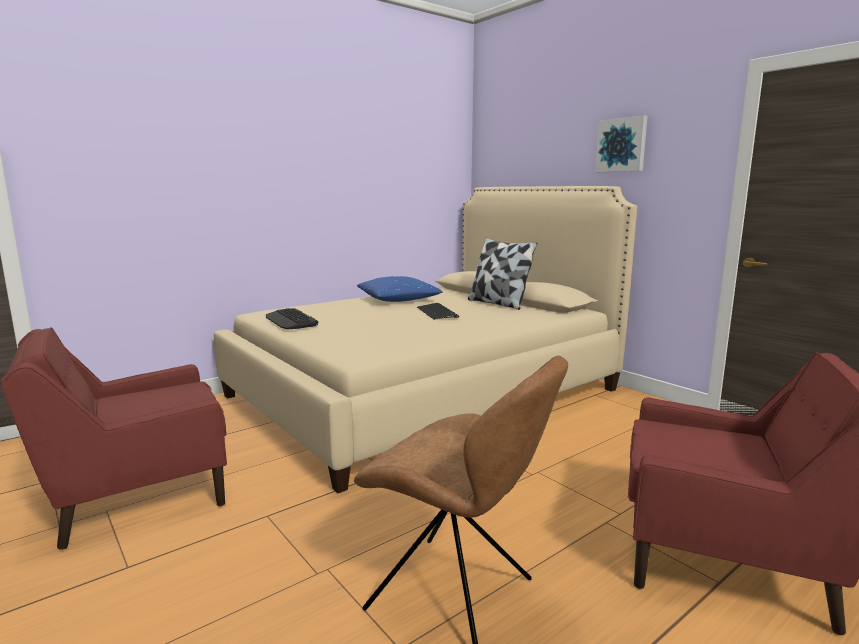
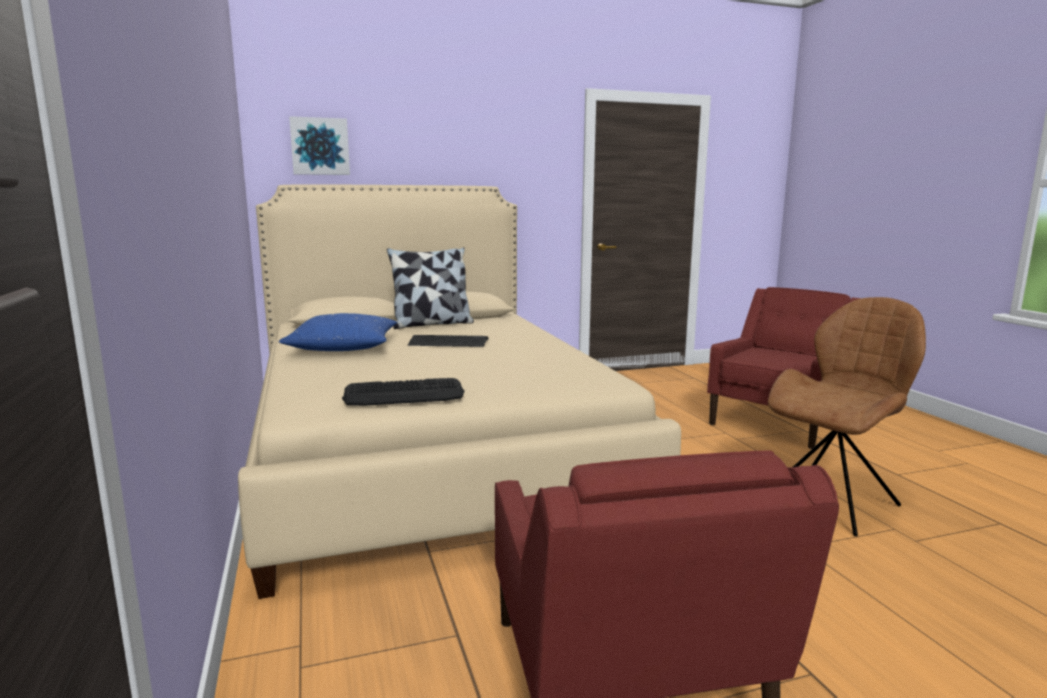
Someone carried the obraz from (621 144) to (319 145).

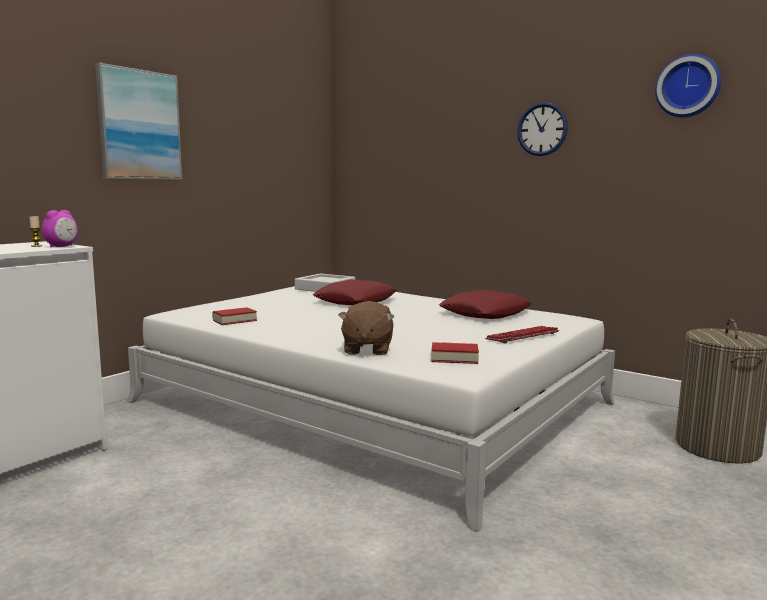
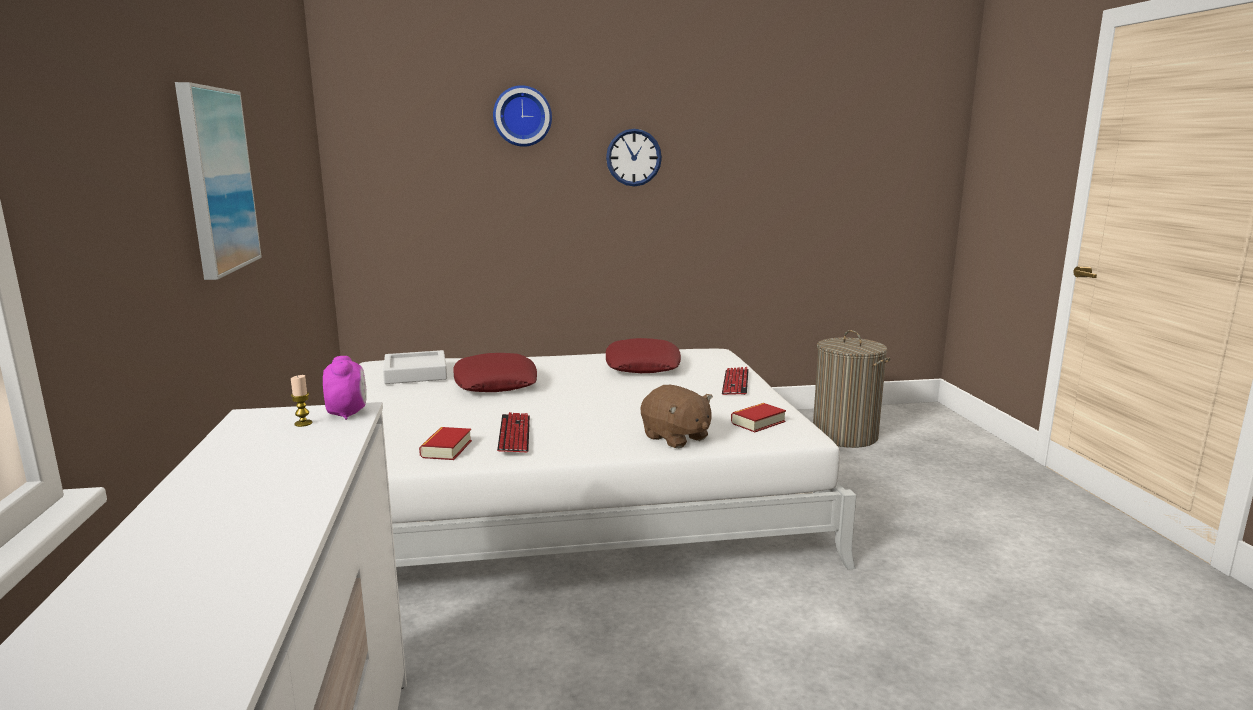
Someone put down the klawiatura at (513 432).
Someone carried the zegar ścienny from (688 85) to (522 116).

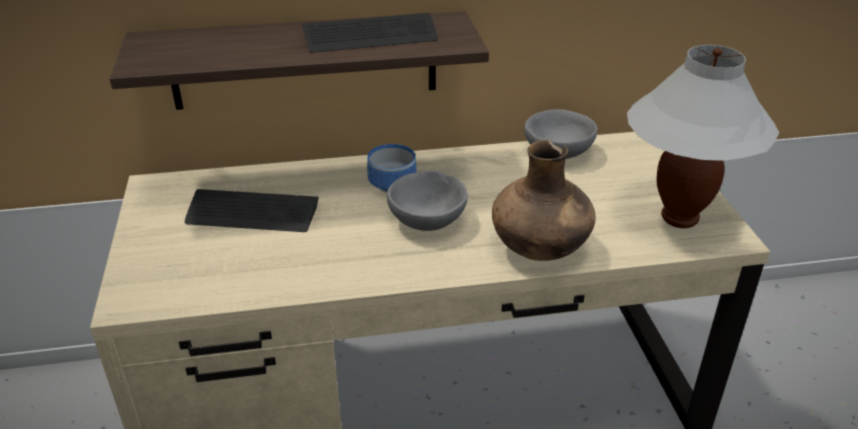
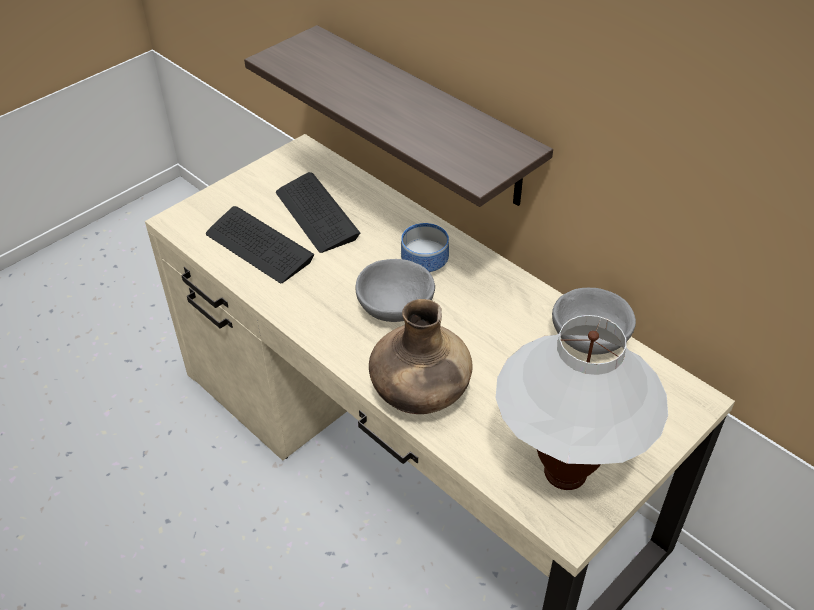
Someone carried the klawiatura from (369 33) to (260 244).

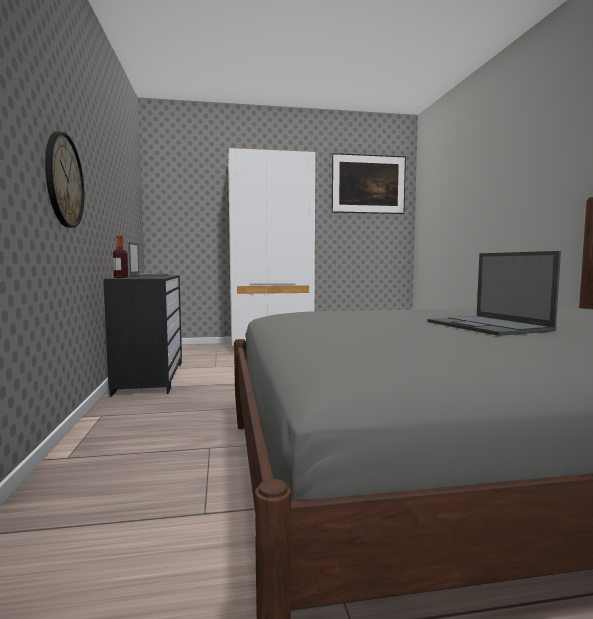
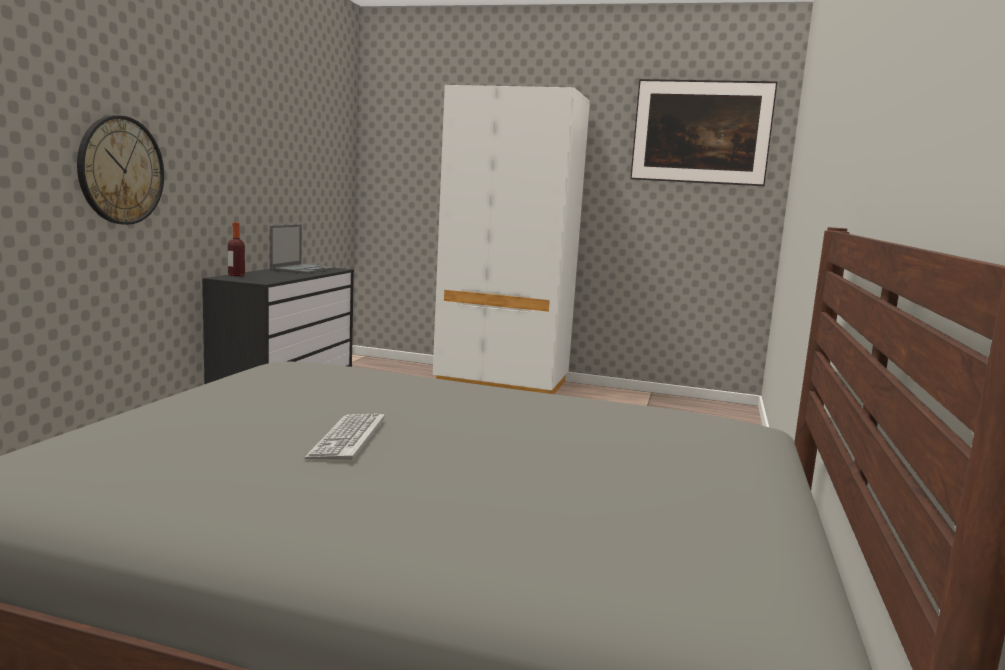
Someone swapped the laptop at (494 293) for the klawiatura at (344 437).

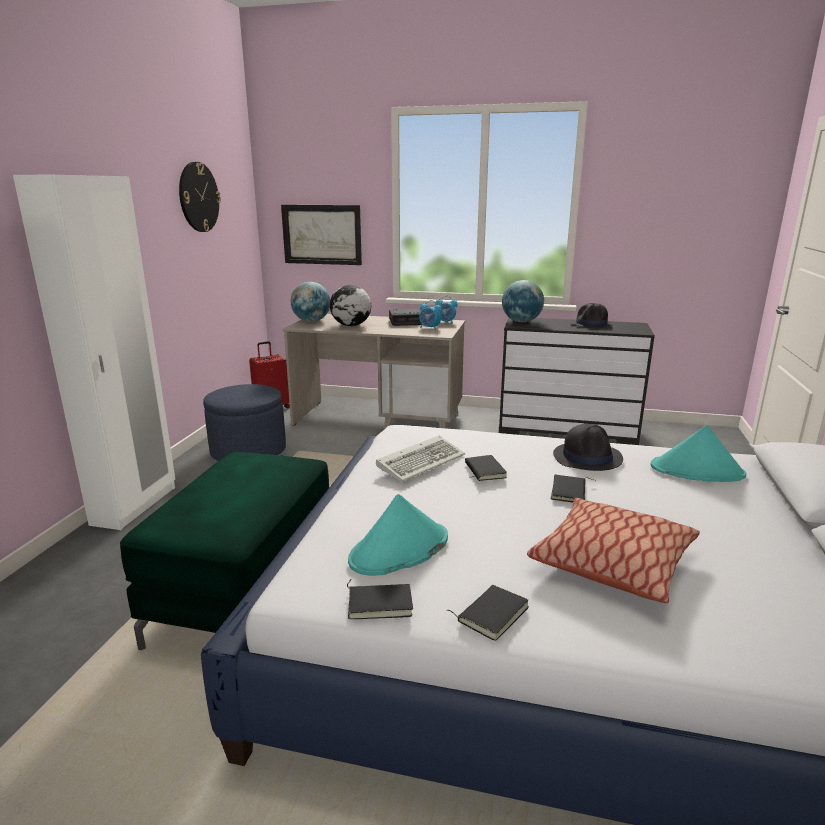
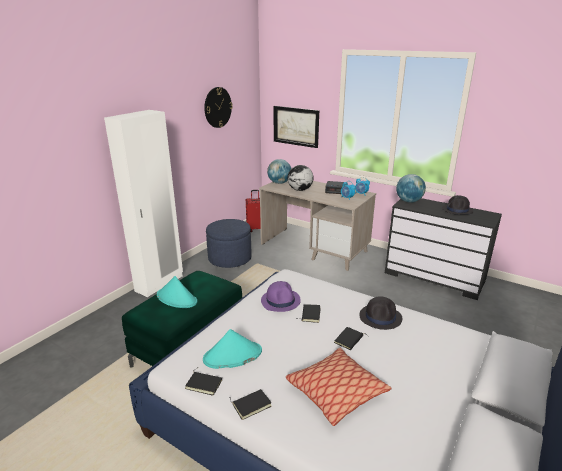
Someone carried the kapelusz (turkusowy) from (698 453) to (177 292).
Someone swapped the klawiatura at (420 459) for the kapelusz (fioletowy) at (281 296).

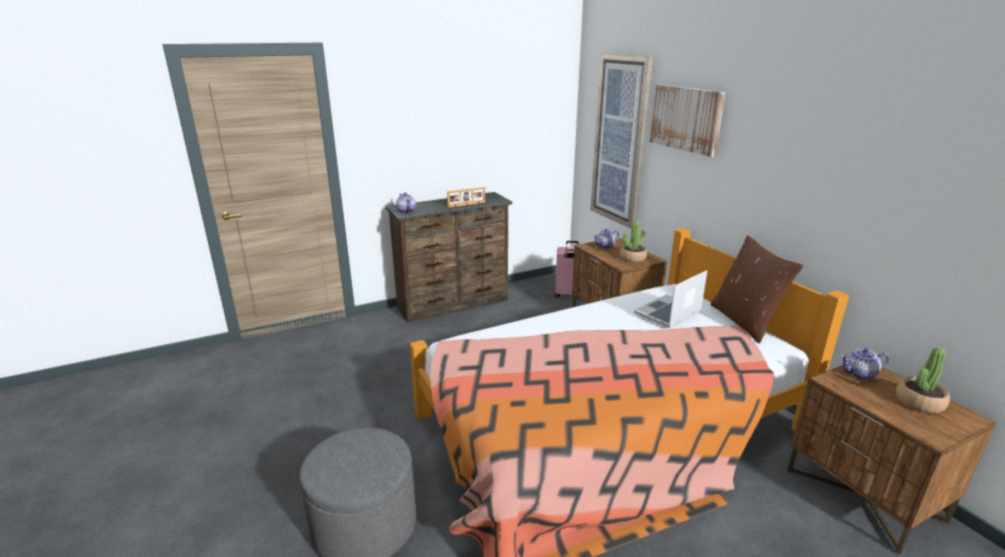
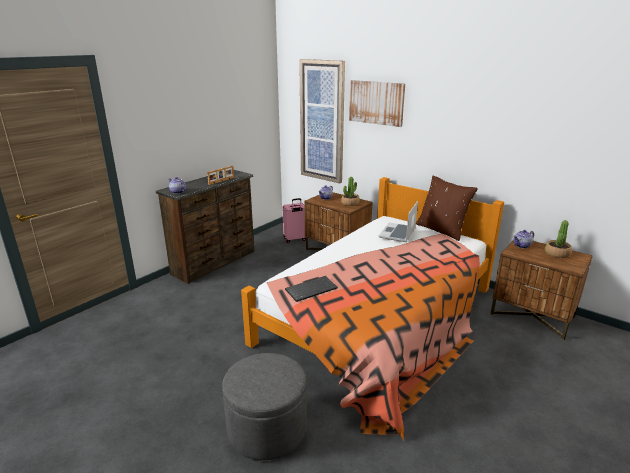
Someone put down the klawiatura at (311 289).

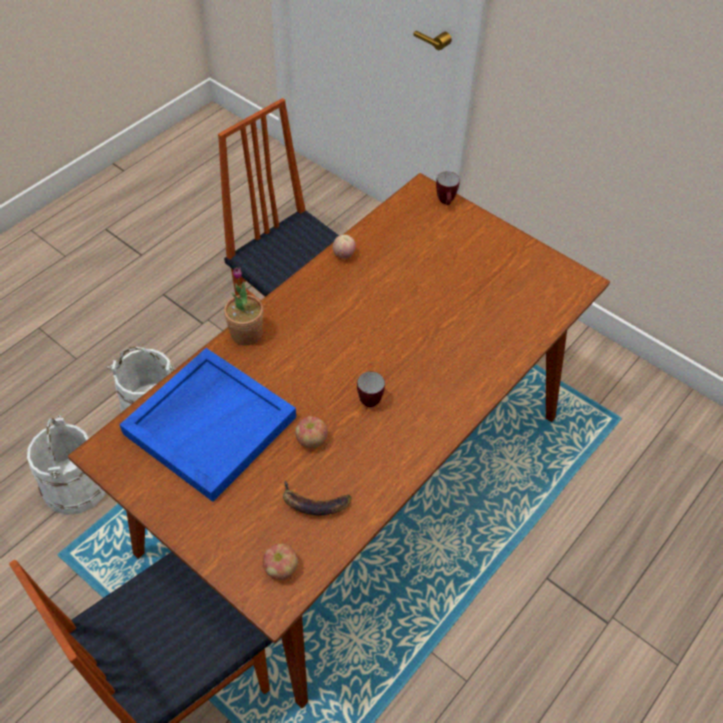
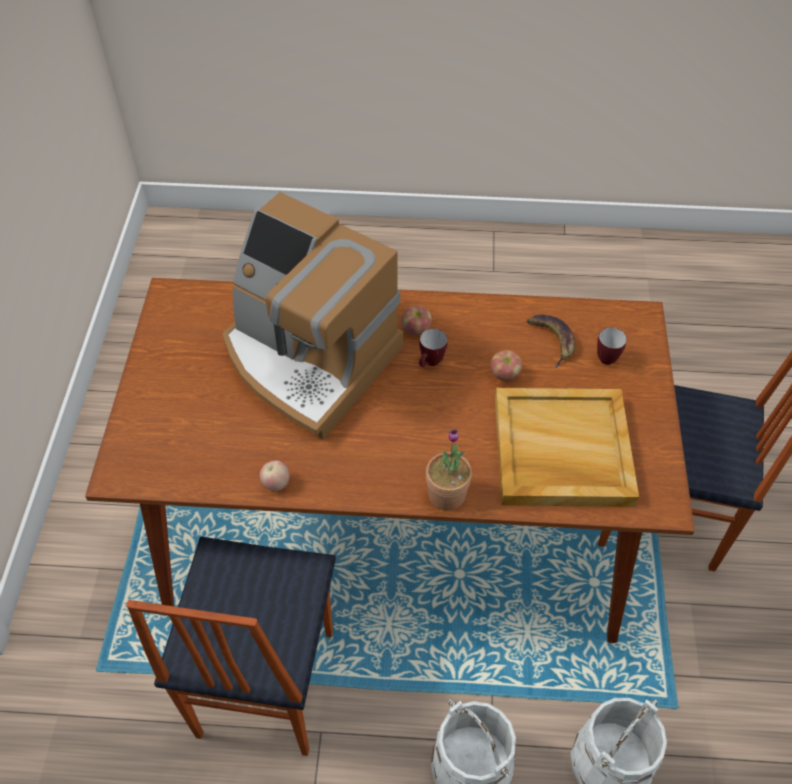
Someone put down the ekspres do kawy at (312 316).
Someone carried the jabłko from (280 562) to (416 320).
Someone carried the kubek from (448 188) to (612 346).
Someone repainted the taca (niebieski) at (208 425), which became the taca (beżowy) at (567 447).

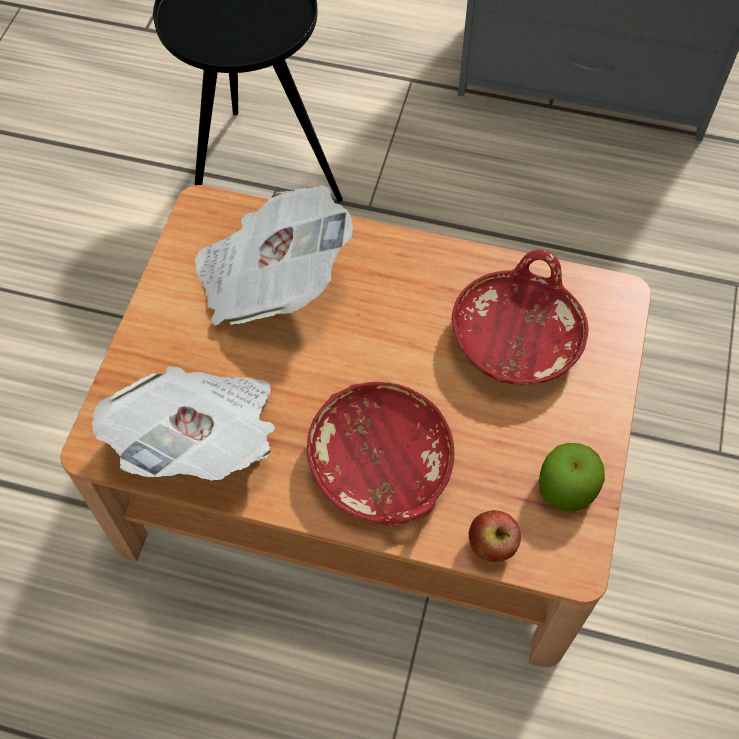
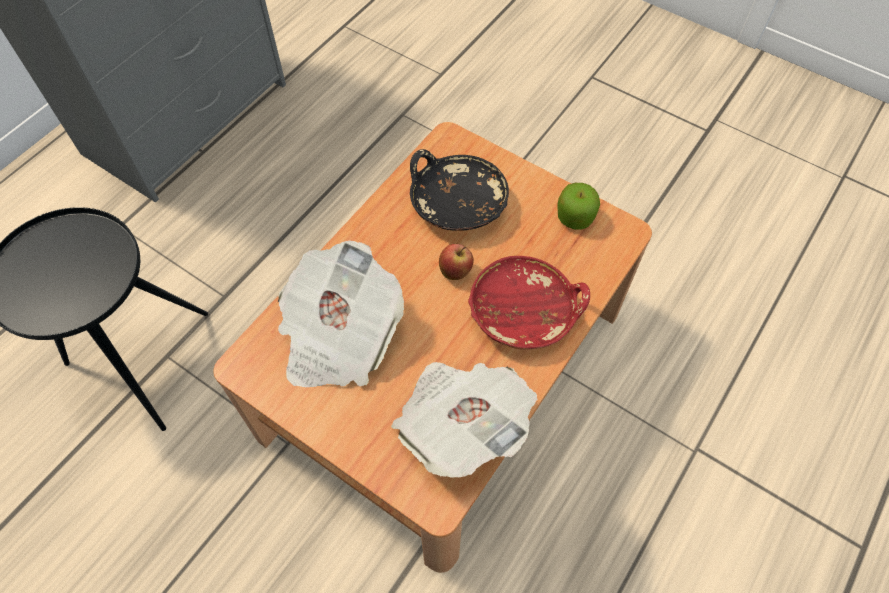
Someone carried the jabłko from (495 536) to (456 262).
Someone repainted the miska (czerwony) at (520 318), which became the miska (czarny) at (459 190).

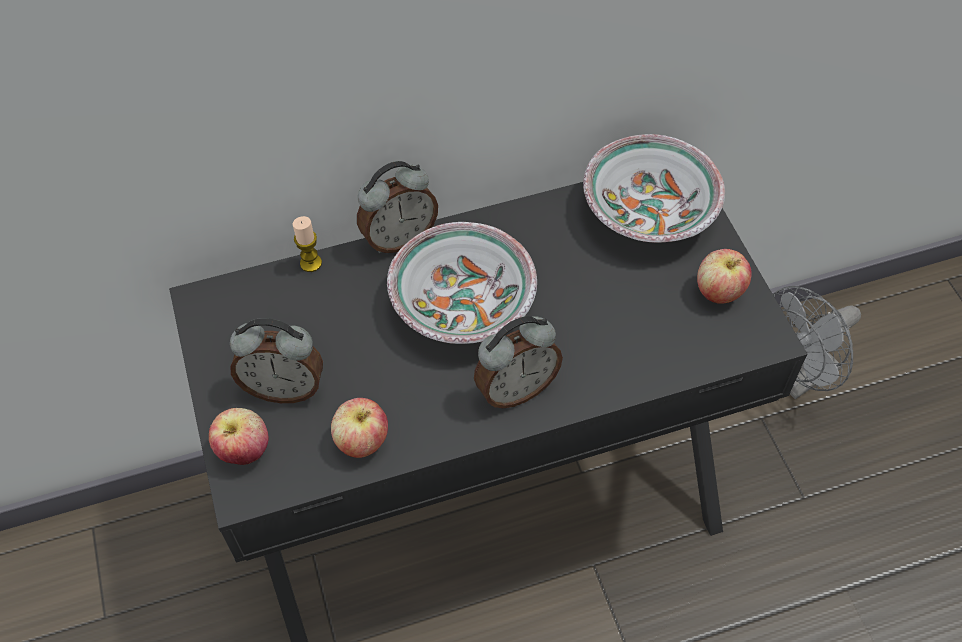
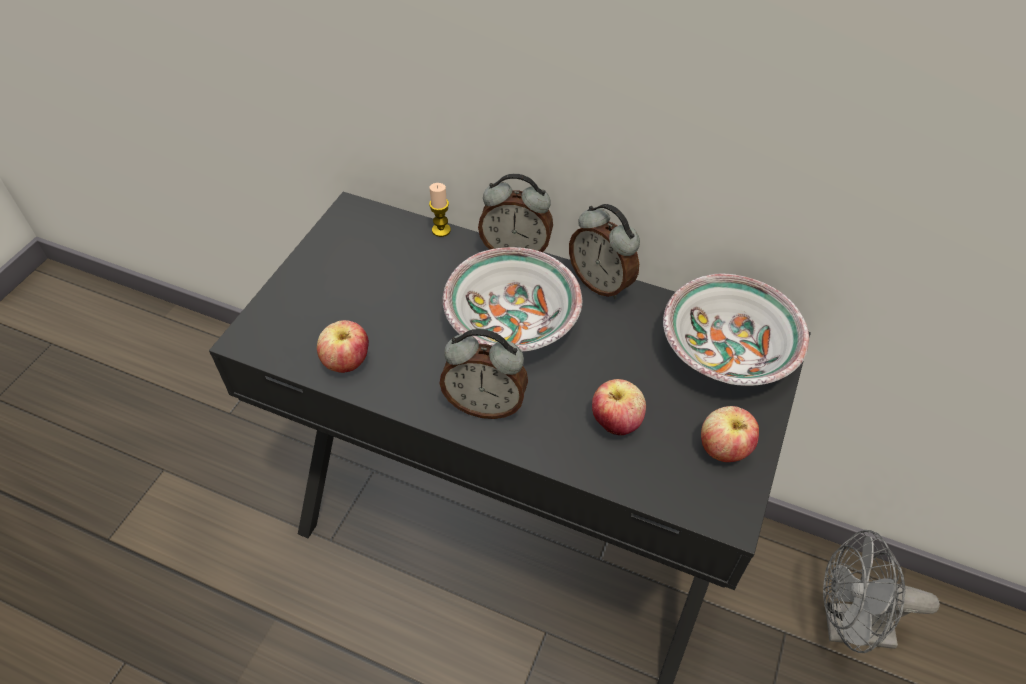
Someone carried the jabłko from (239 436) to (619 407).
Someone carried the budzik from (276 360) to (604 251).

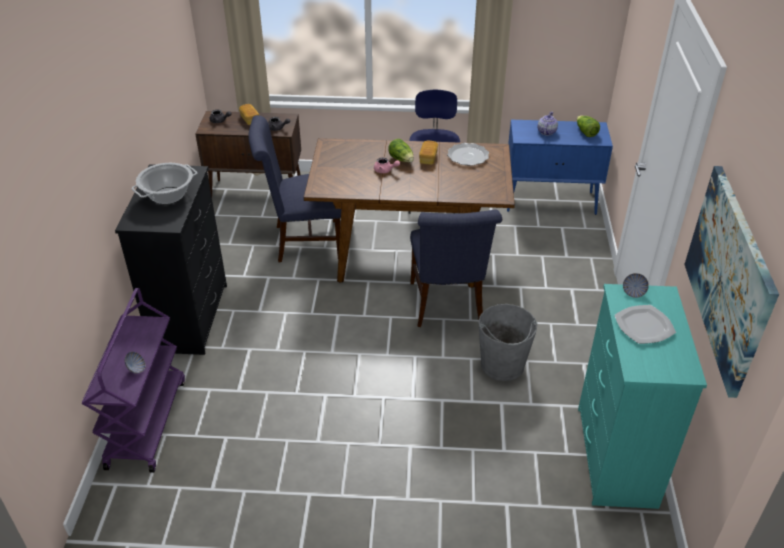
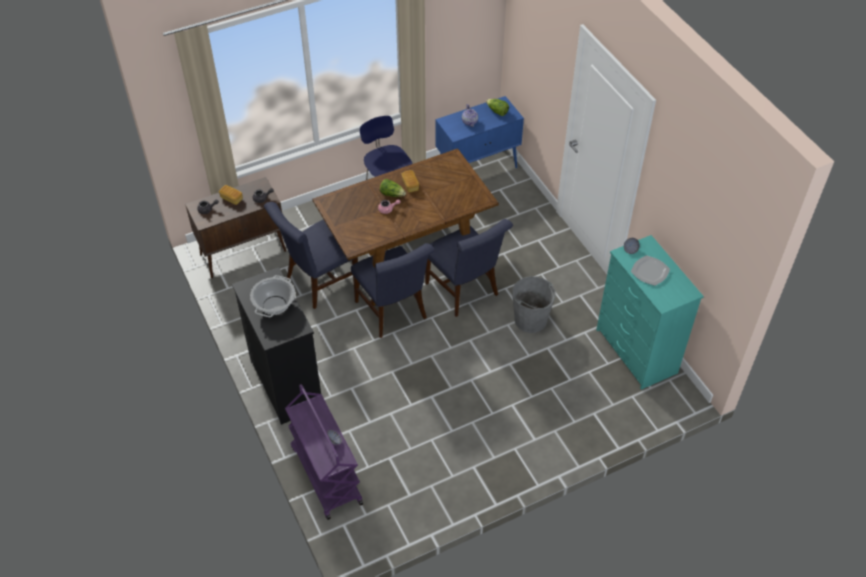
Someone took away the talerz at (468 154).
Someone took away the obraz at (731 282).
Someone put down the krzesło (niebieski) at (393 290).

